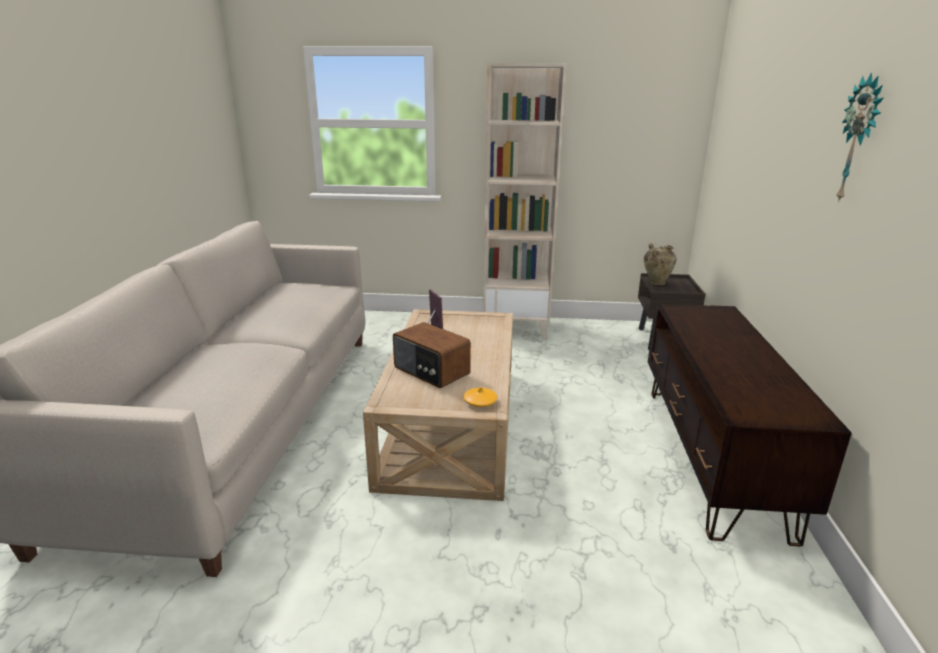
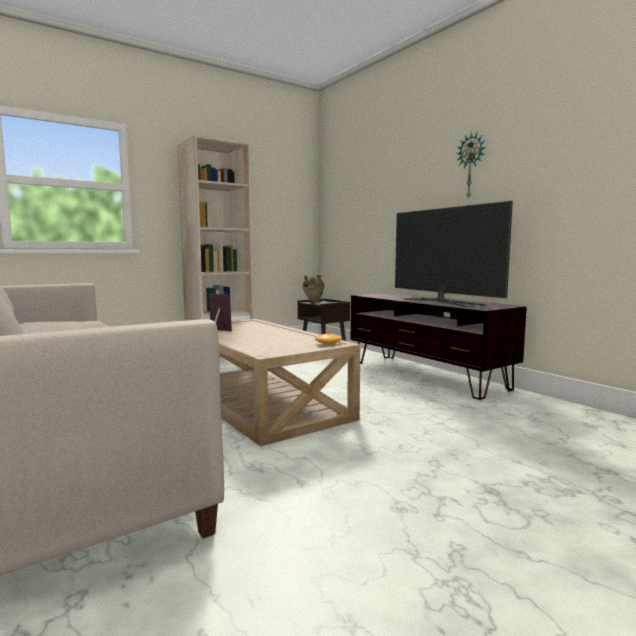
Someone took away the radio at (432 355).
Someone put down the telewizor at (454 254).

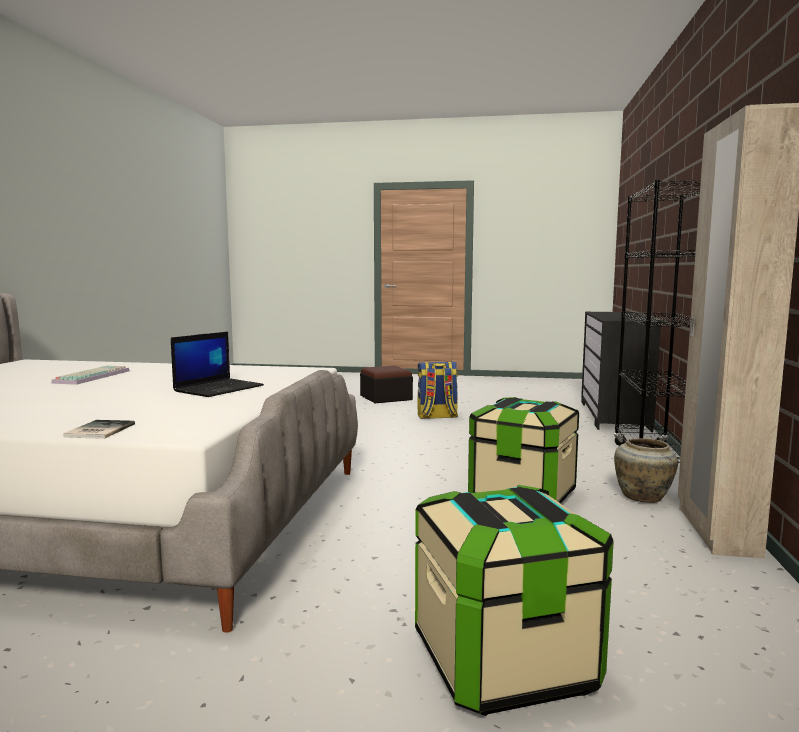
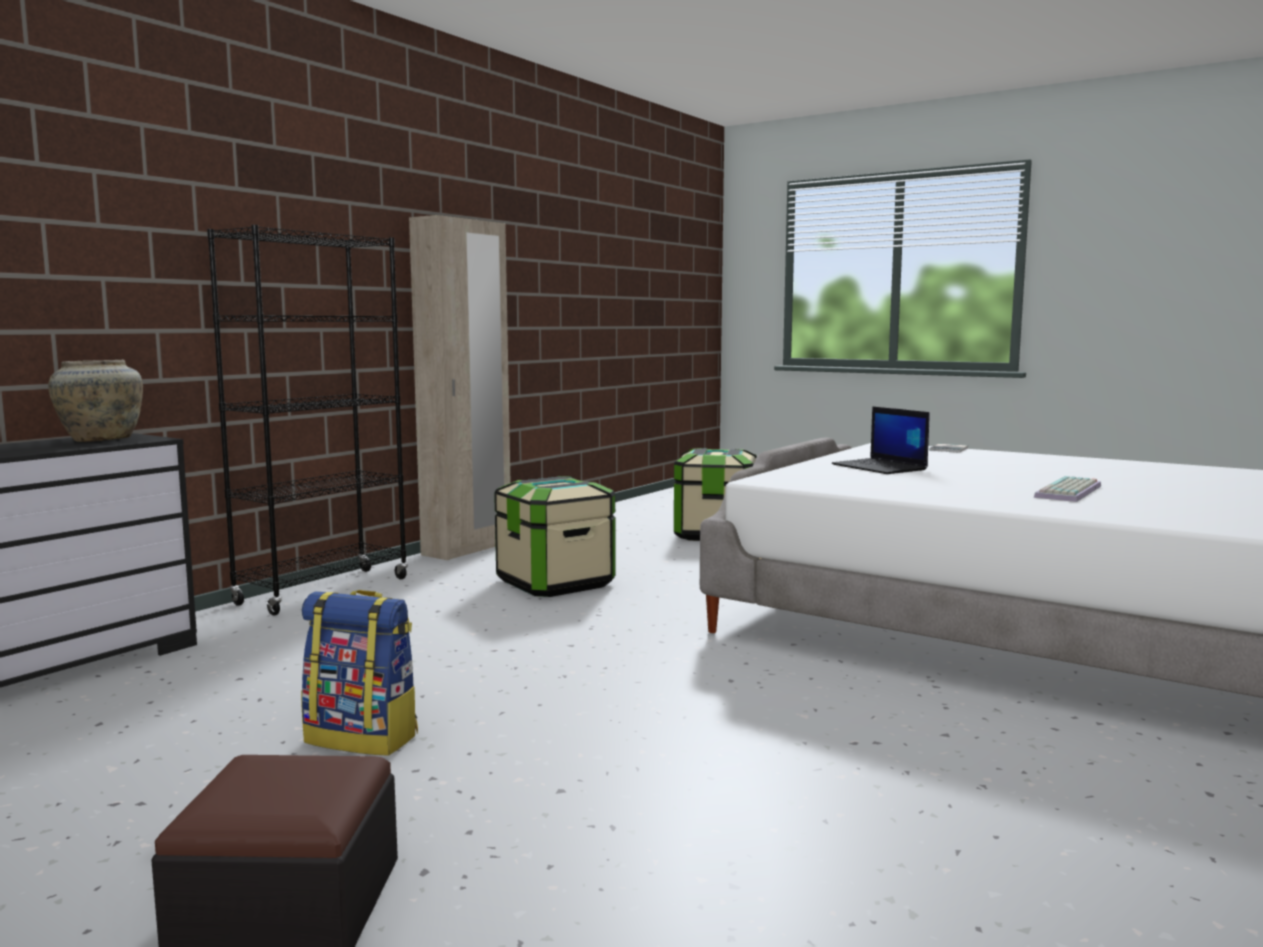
Someone carried the wazon (beżowy) from (646 470) to (95 401).
Someone rotated the laptop at (217 364) by 90 degrees counterclockwise.

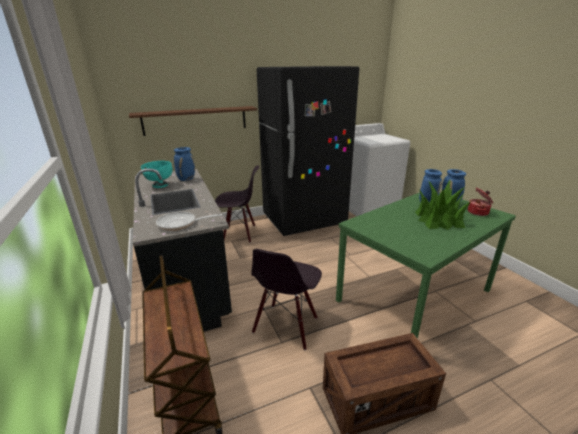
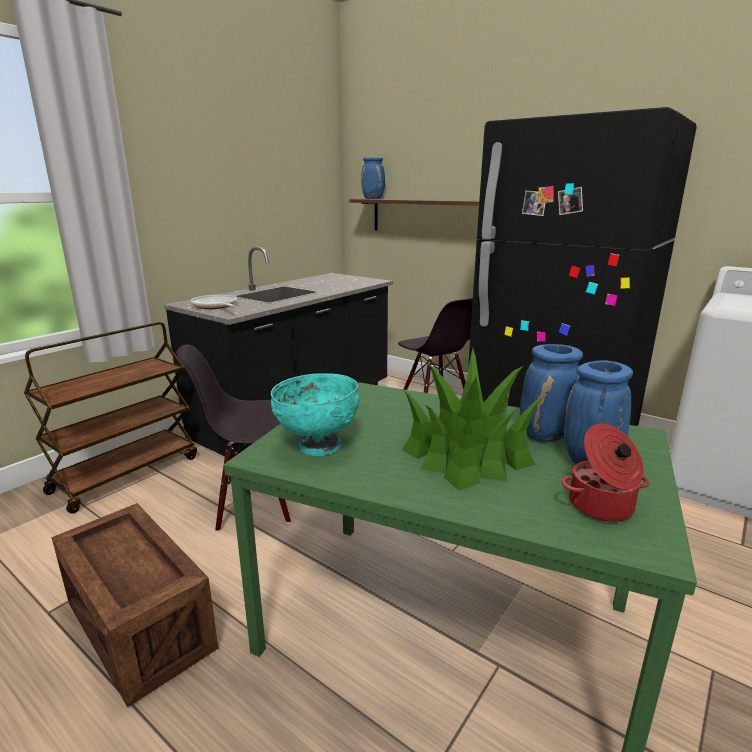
Someone carried the miska (turkusowy) from (157 174) to (315 414).
Someone carried the wazon (niebieski) from (184 164) to (373 178).

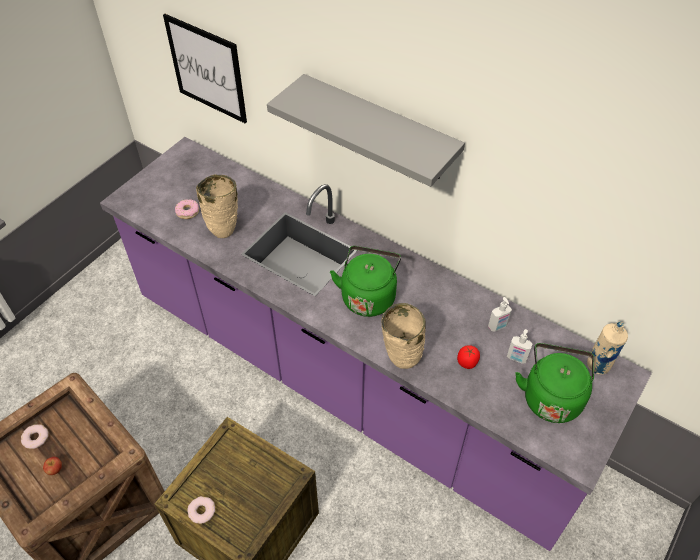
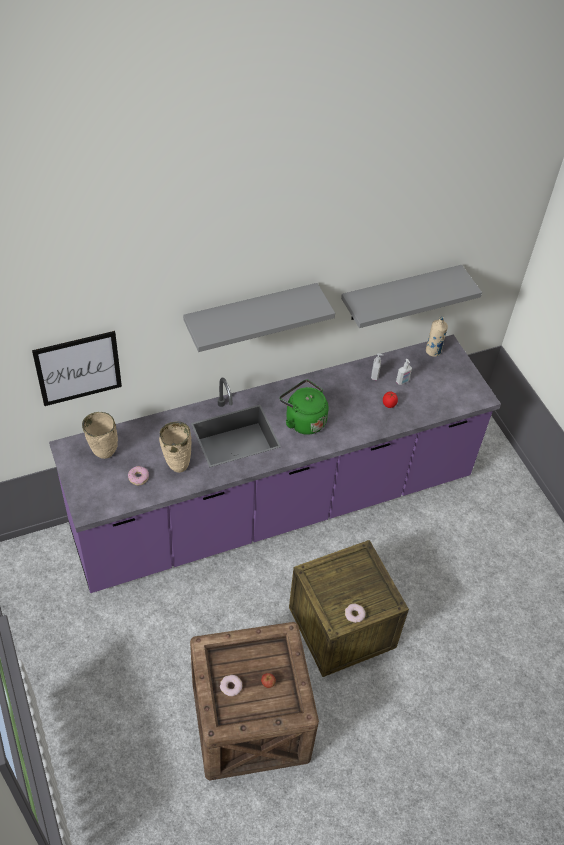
Someone took away the czajnik (zielony) at (554 383).
Someone put up the półka (szary) at (411 296).
Someone carried the wazon (beżowy) from (403 336) to (100 435).

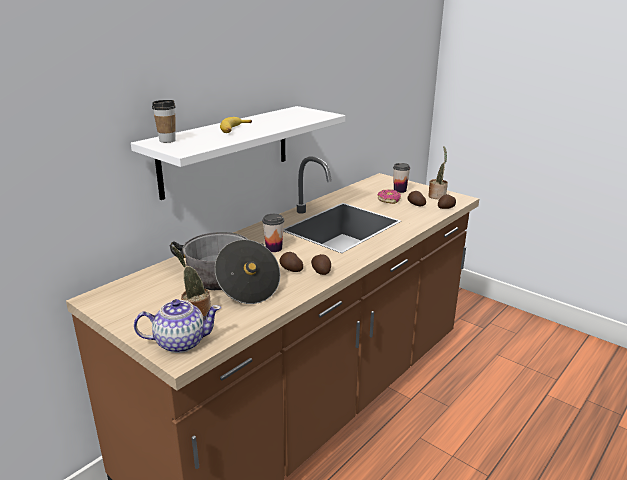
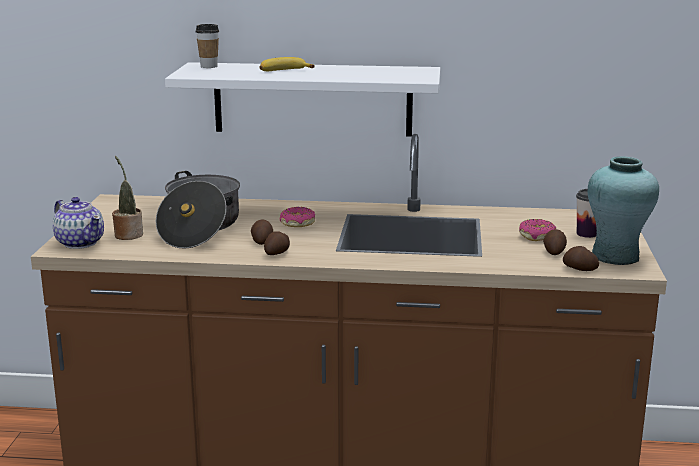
Someone swapped the filiżanka at (273 233) for the donut at (297 217).
Someone swapped the roślina doniczkowa at (438 172) for the wazon (turkusowy) at (623 210).

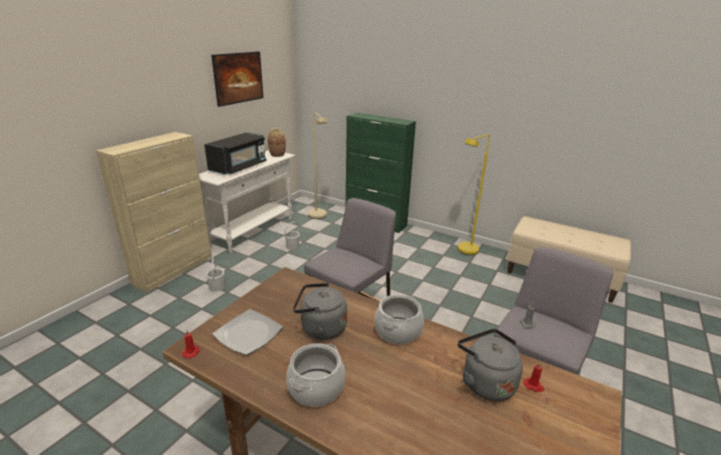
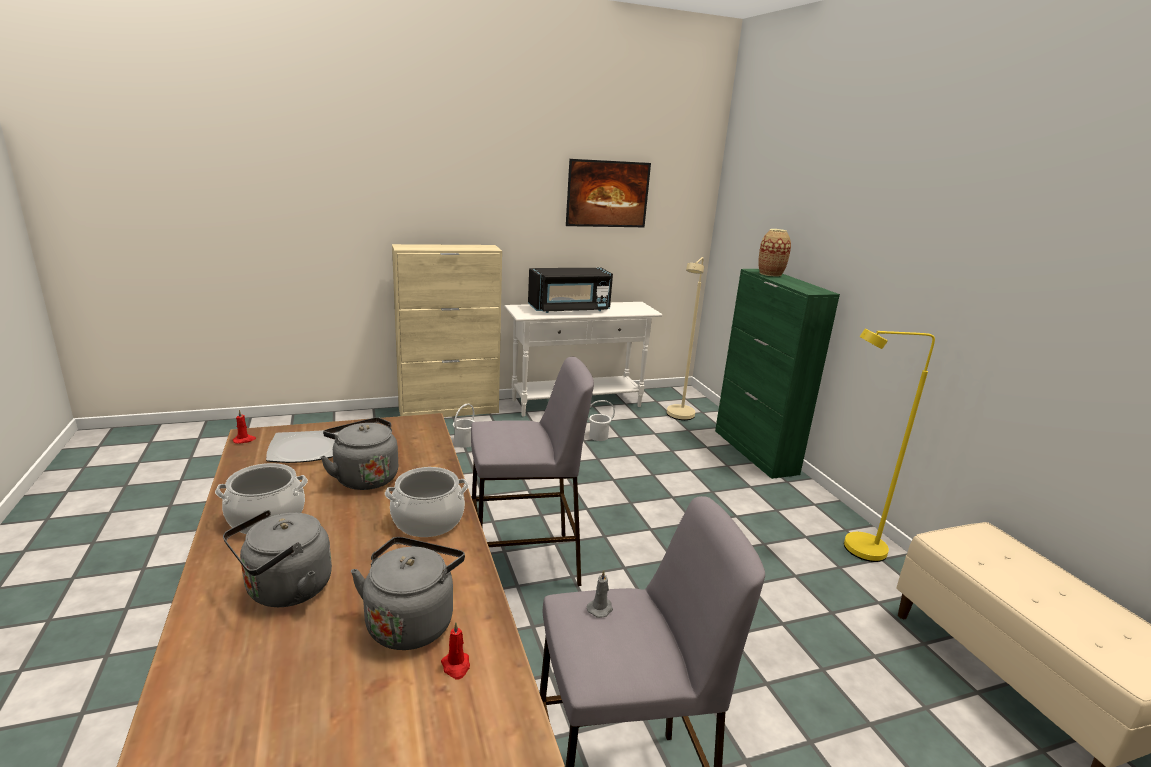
Someone put down the czajnik (szary) at (277 558).
Someone carried the wazon from (277 142) to (775 253).

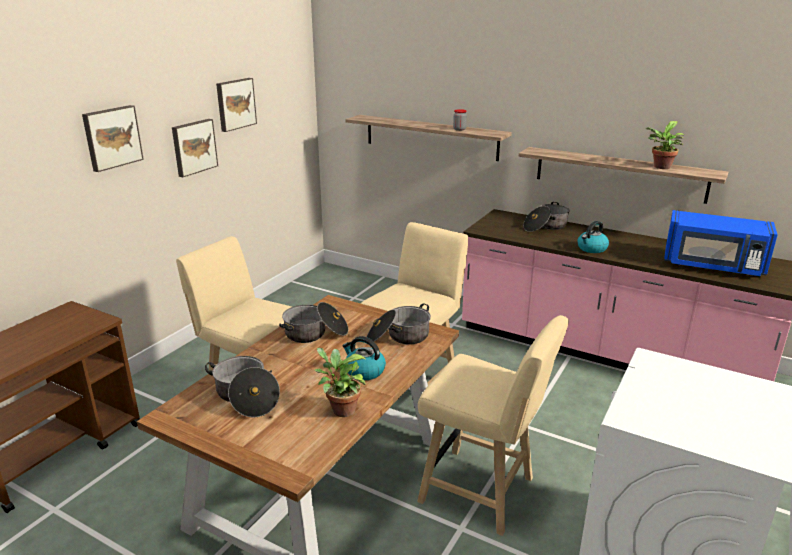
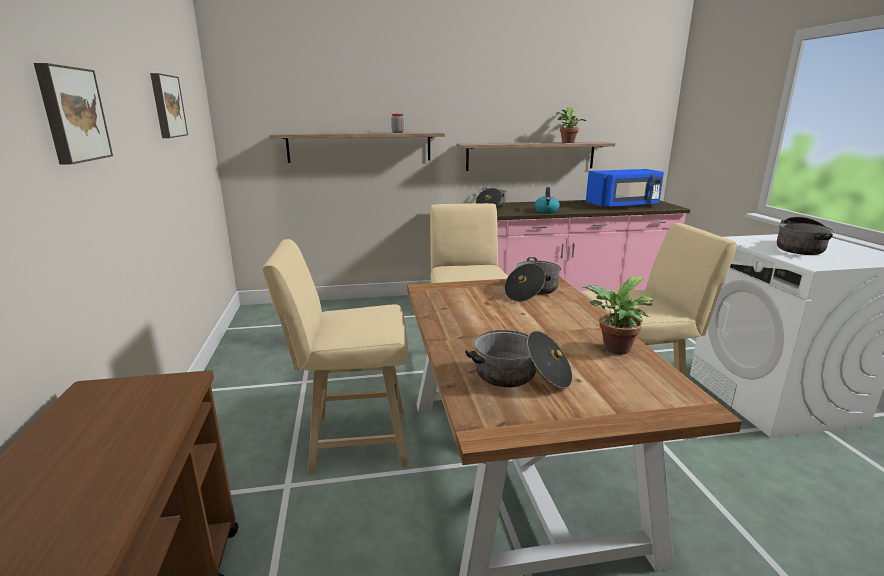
Someone took away the obraz at (195 148).
Someone took away the czajnik at (364 358).
Someone carried the garnek from (313 322) to (805 236).

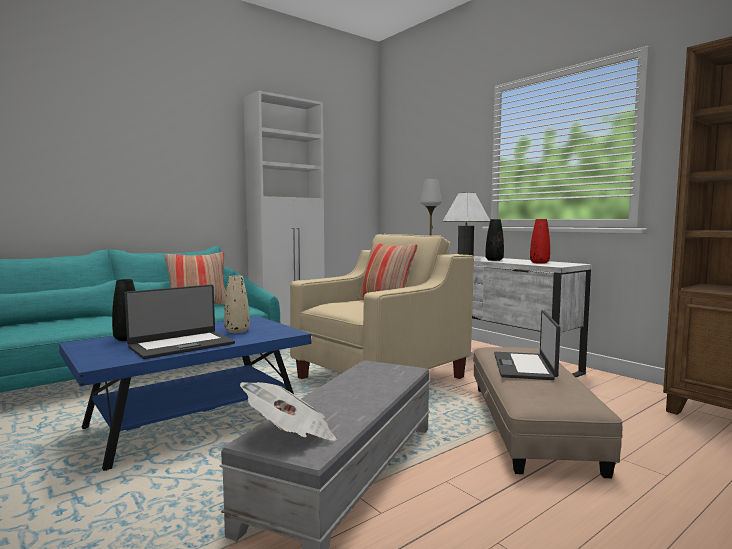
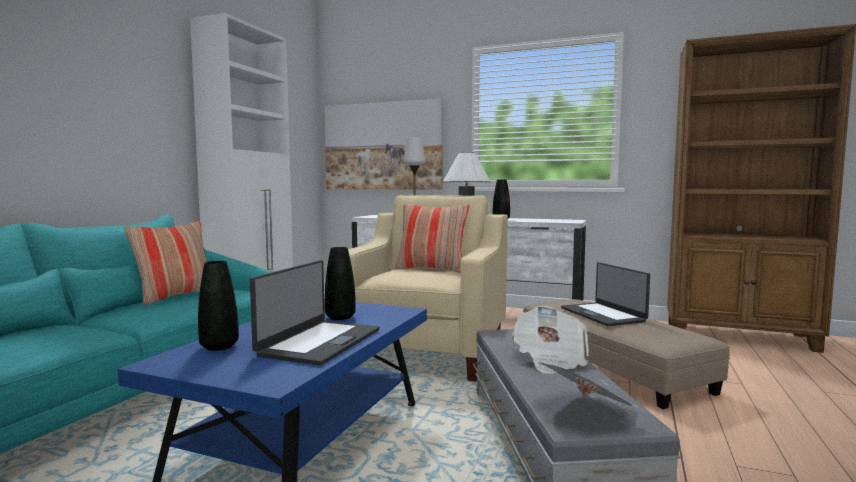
Someone took away the wazon (czerwony) at (540 241).
Someone put up the obraz at (384 144).
Someone put down the gazeta at (550 340).
Someone repainted the wazon (beżowy) at (237 304), which became the wazon (czarny) at (340 283).

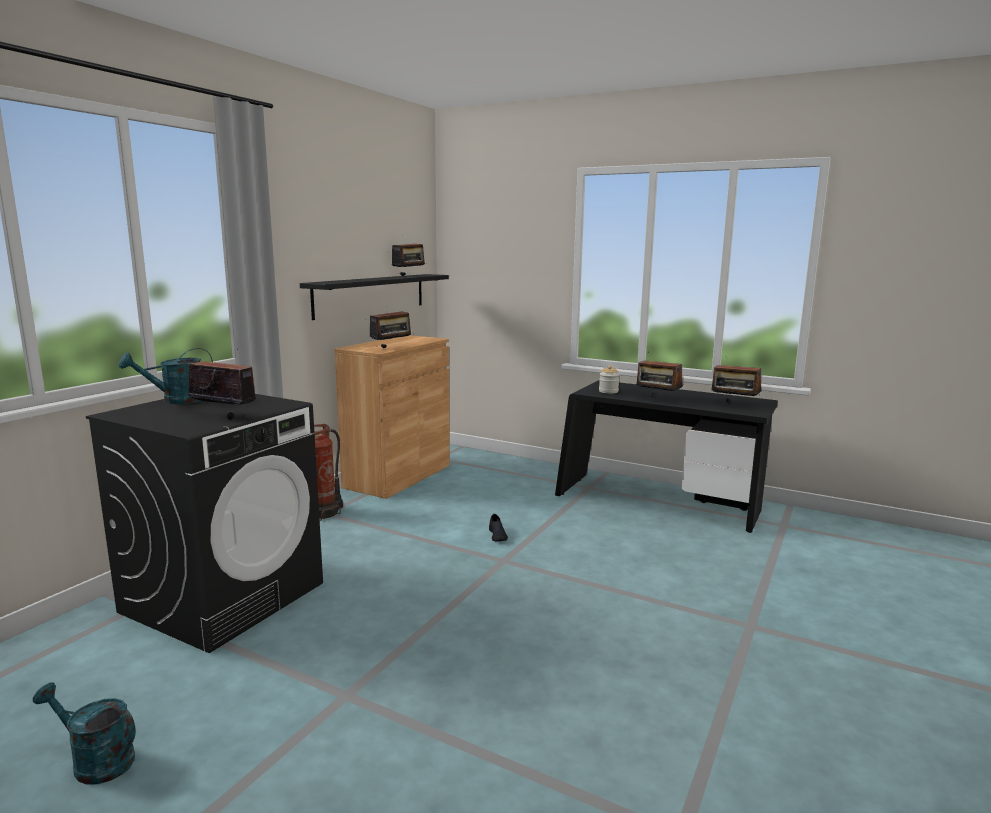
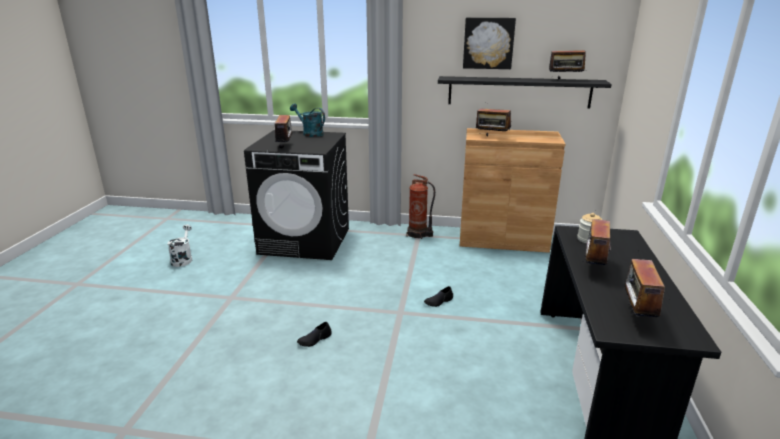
Someone put down the but (czarny) at (314 334).
Someone put up the obraz at (489 43).
Someone repainted the konewka (turkusowy) at (84 734), which became the konewka (biały) at (180 246).

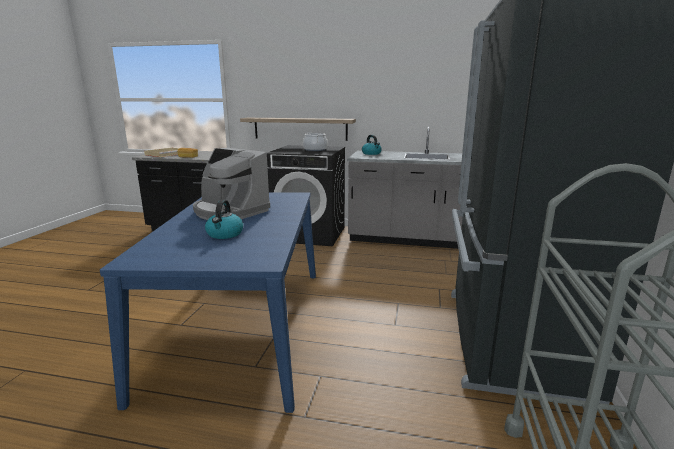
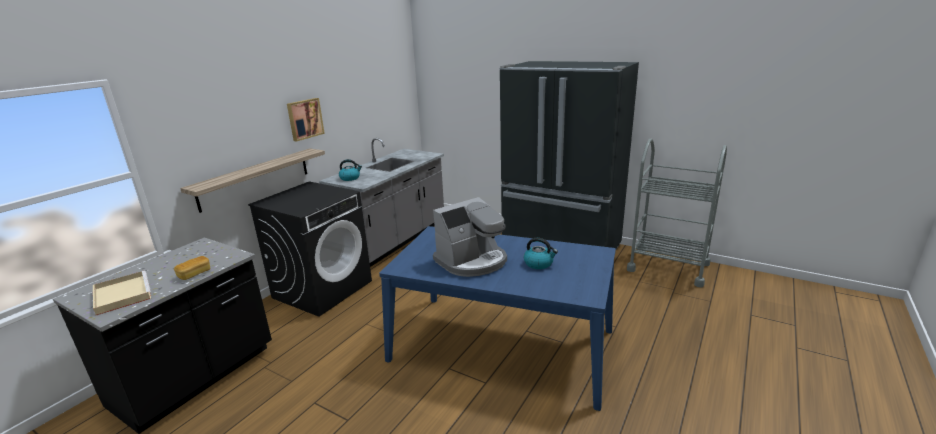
Someone took away the garnek at (315 141).
Someone put up the obraz at (306 120).

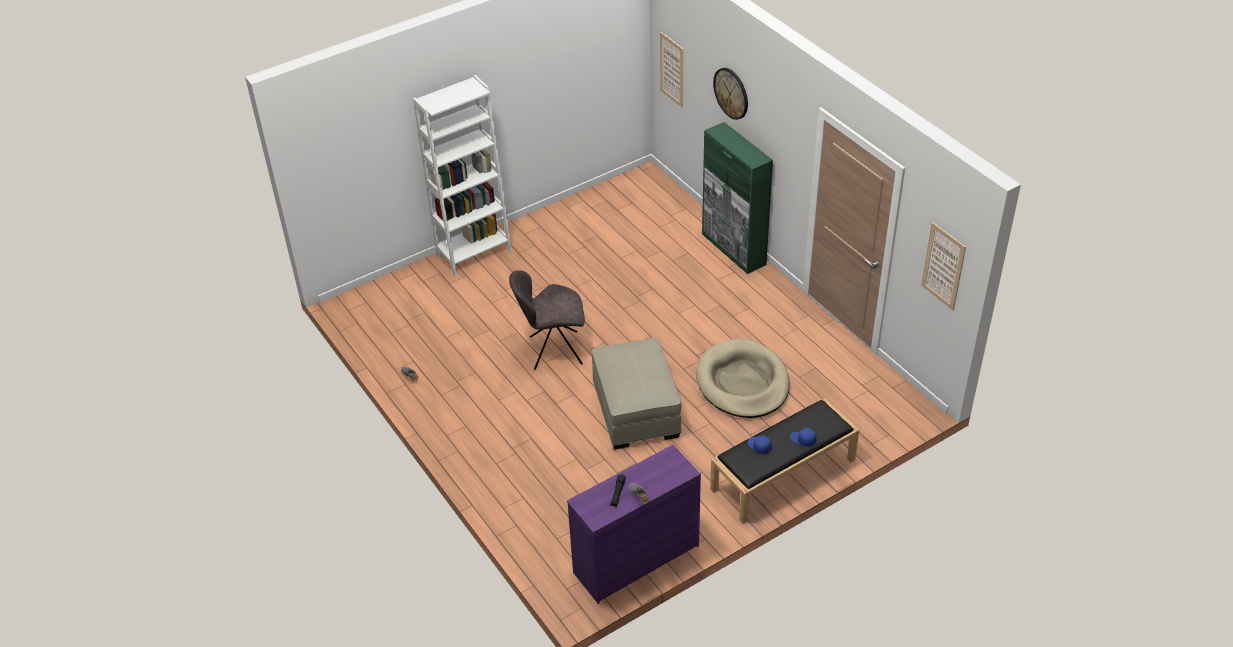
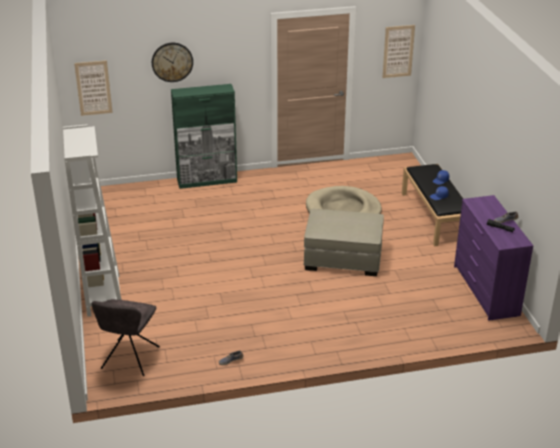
Someone carried the krzesło (szary) from (547 320) to (126 337).

